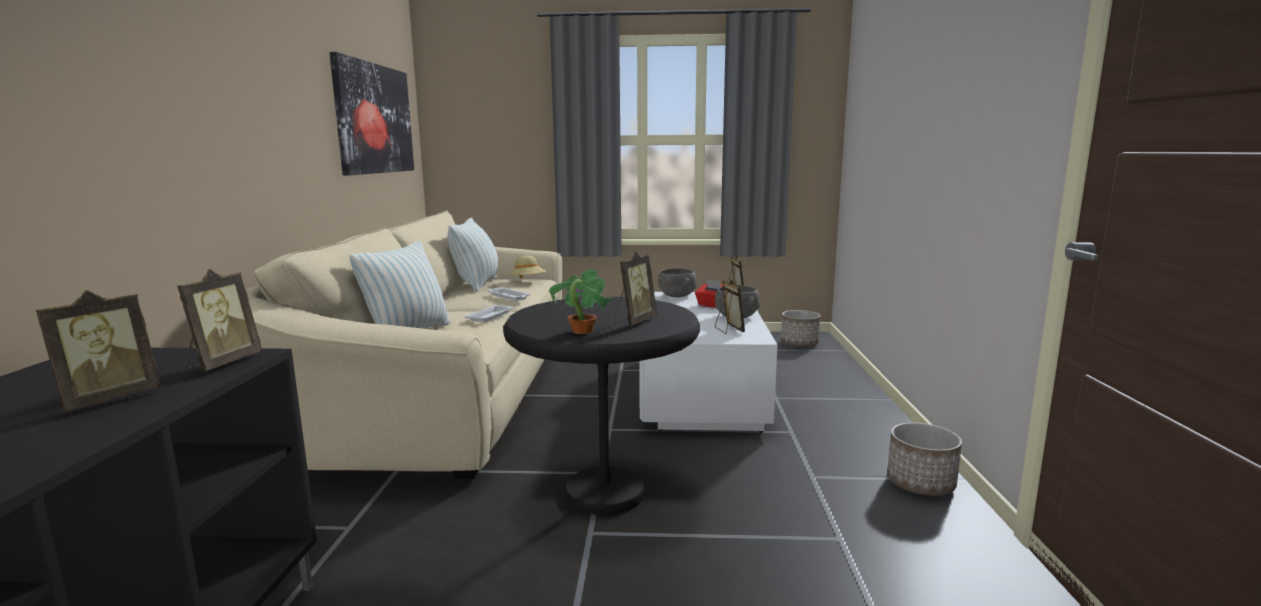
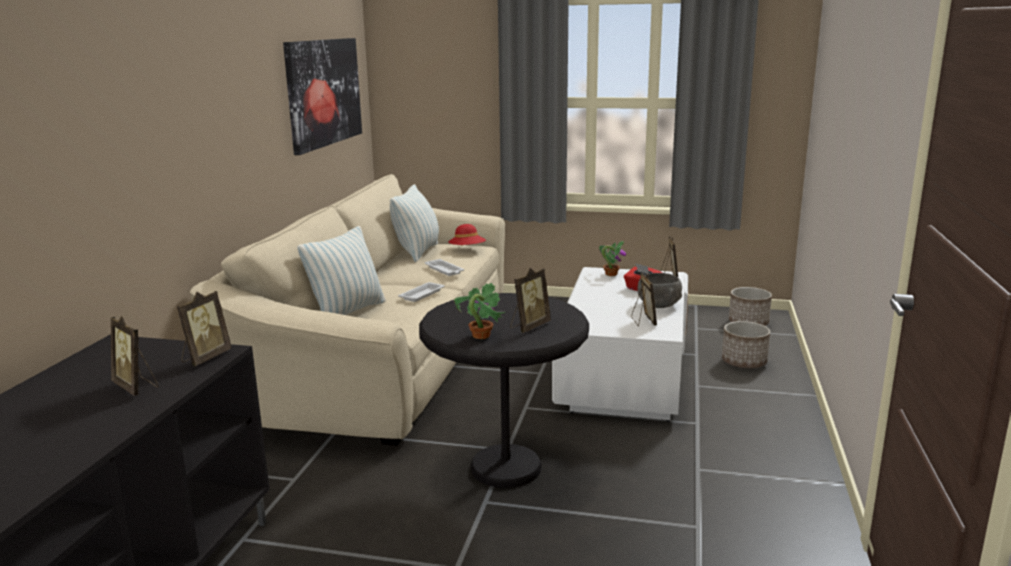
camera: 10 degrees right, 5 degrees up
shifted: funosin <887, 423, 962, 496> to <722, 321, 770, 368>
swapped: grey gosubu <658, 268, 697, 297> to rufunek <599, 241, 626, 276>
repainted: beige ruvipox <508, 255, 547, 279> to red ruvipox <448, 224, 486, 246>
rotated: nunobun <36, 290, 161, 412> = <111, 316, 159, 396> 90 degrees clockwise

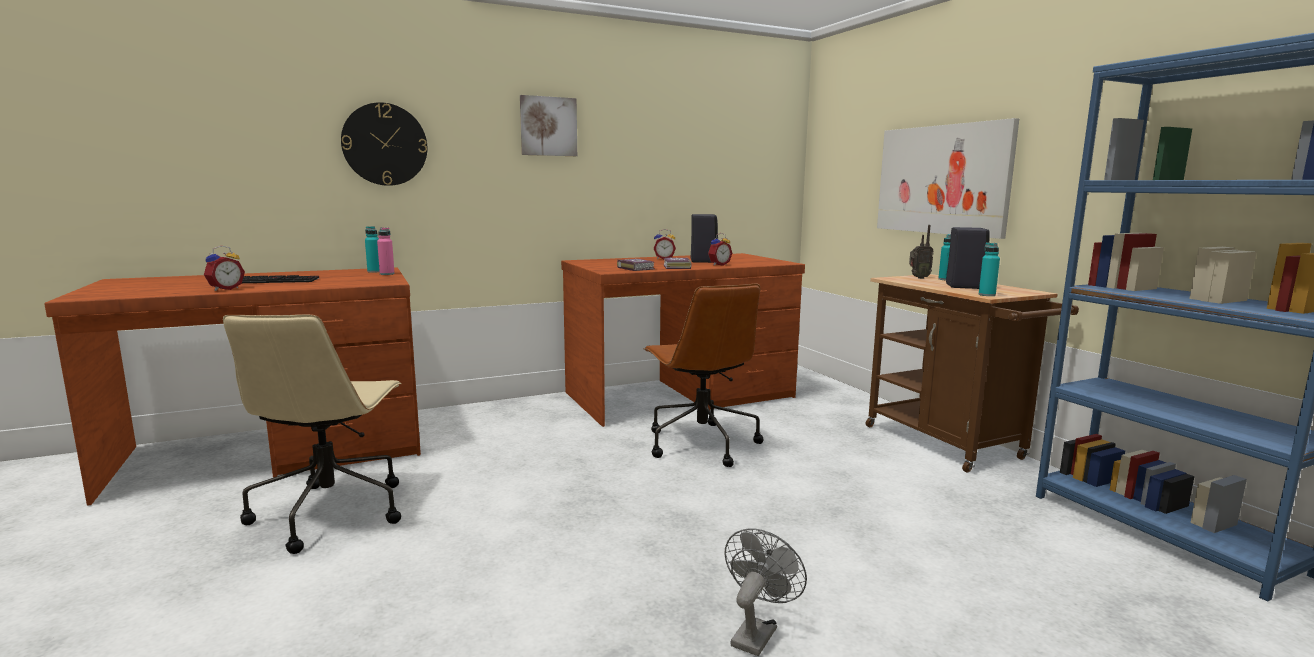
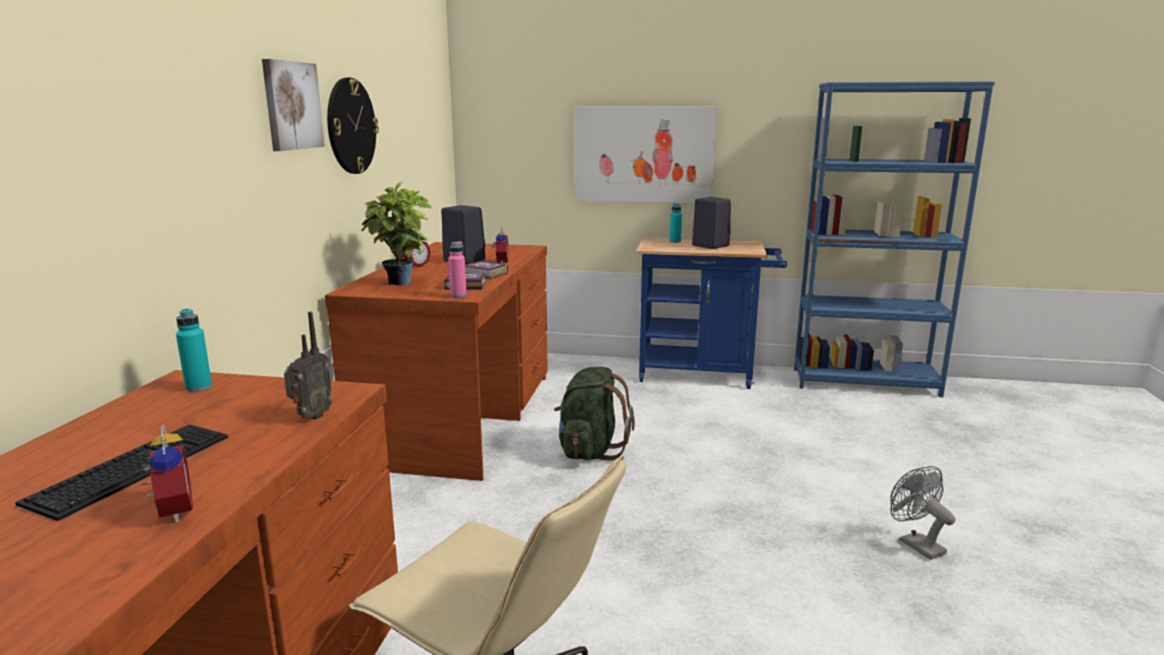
camera: 55 degrees left, 5 degrees up
gone: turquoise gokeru <979, 242, 1000, 296>
new: rufunek <362, 181, 432, 286>
shifted: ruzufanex <341, 102, 427, 186> to <327, 78, 379, 174>; pink gokeru <377, 227, 395, 275> to <448, 241, 467, 298>; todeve <909, 225, 934, 279> to <284, 312, 333, 419>
swapped: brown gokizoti <643, 284, 763, 467> to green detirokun <554, 367, 635, 461>
repainted: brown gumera <866, 274, 1079, 473> to blue gumera <636, 238, 787, 389>

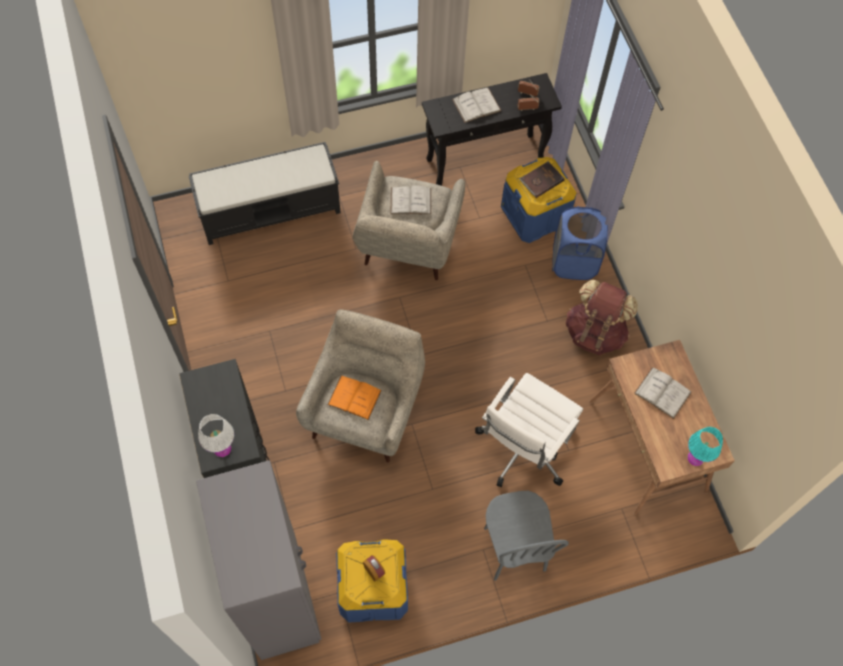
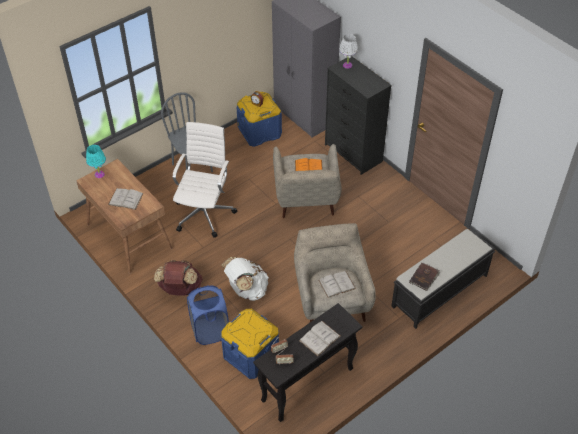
camera: 160 degrees right, 15 degrees down
new: white detirokun <221, 257, 269, 301>
shifted: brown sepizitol <519, 161, 565, 198> to <409, 263, 441, 291>

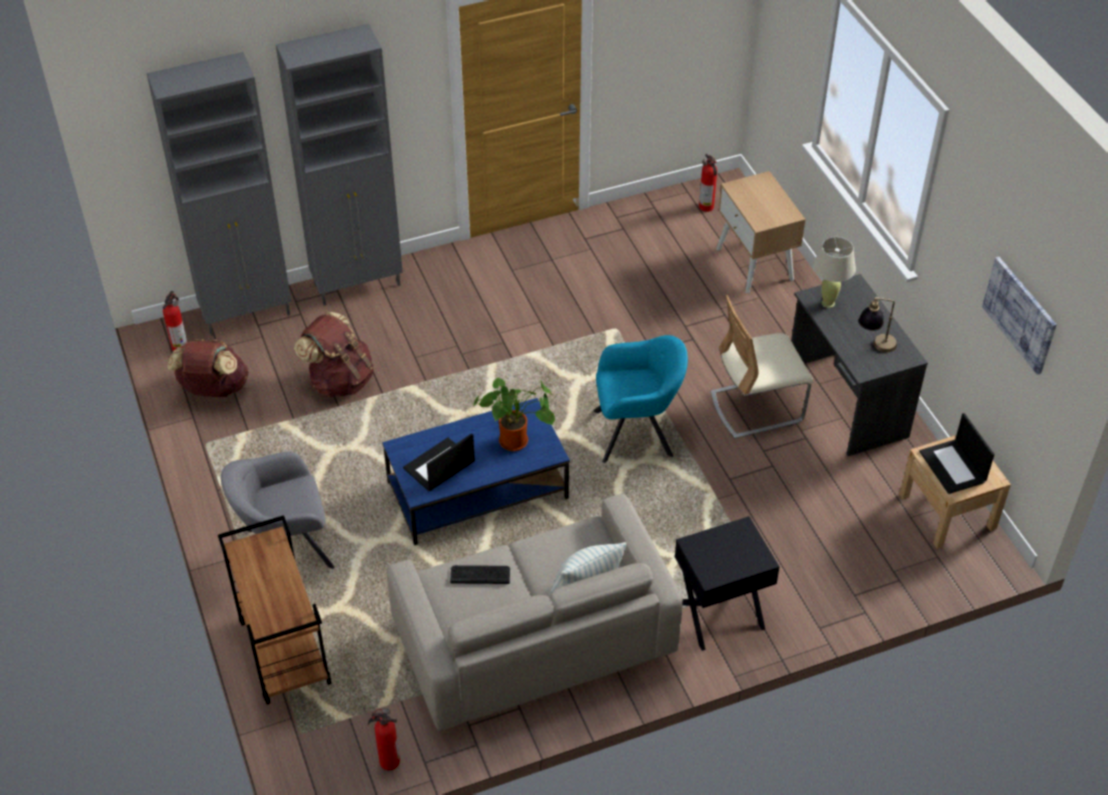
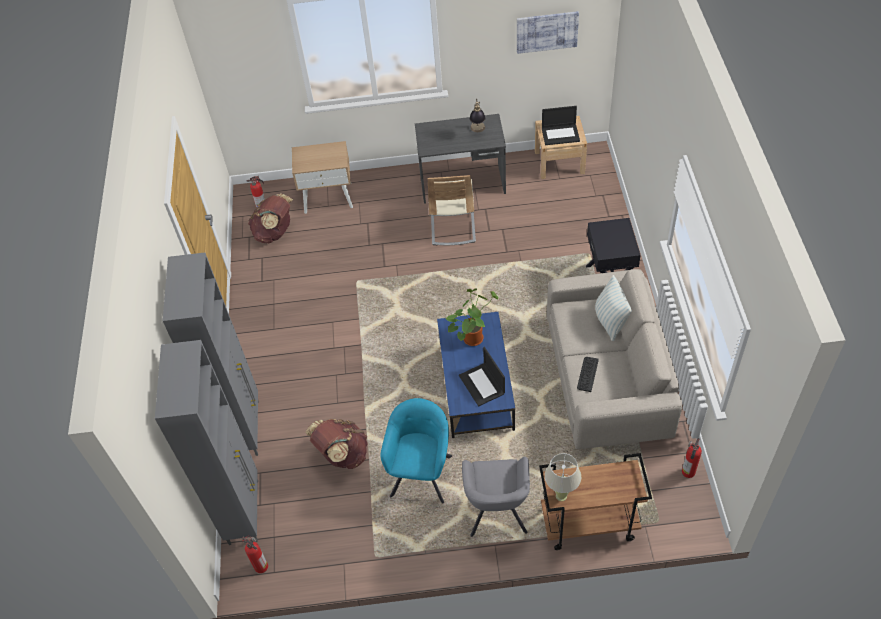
camera: 70 degrees left, 5 degrees up
shifted: brown detirokun <168, 339, 248, 397> to <248, 193, 293, 243>; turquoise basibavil <593, 335, 688, 463> to <380, 398, 452, 503>; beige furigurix <813, 237, 856, 308> to <545, 453, 581, 501>

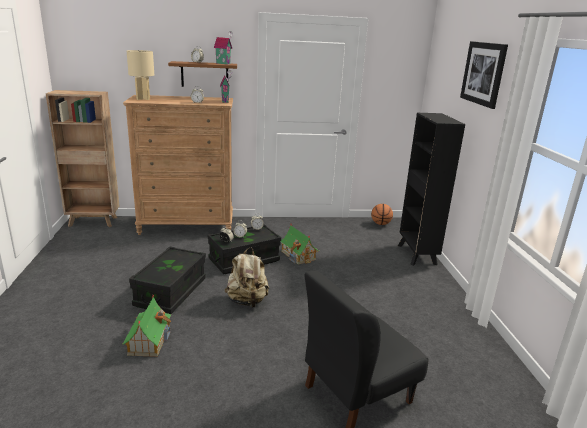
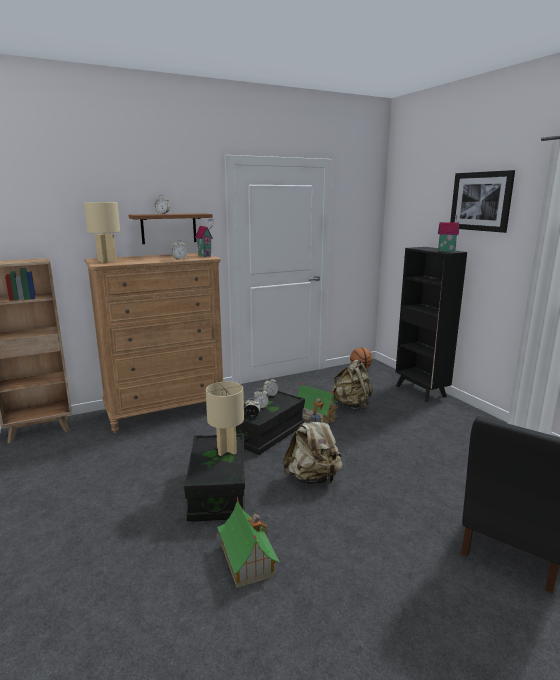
camera: 20 degrees left, 5 degrees down
new: beige furigurix <206, 382, 244, 456>; beige detirokun <332, 360, 373, 410>
shifted: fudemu <214, 31, 233, 64> to <438, 215, 459, 252>

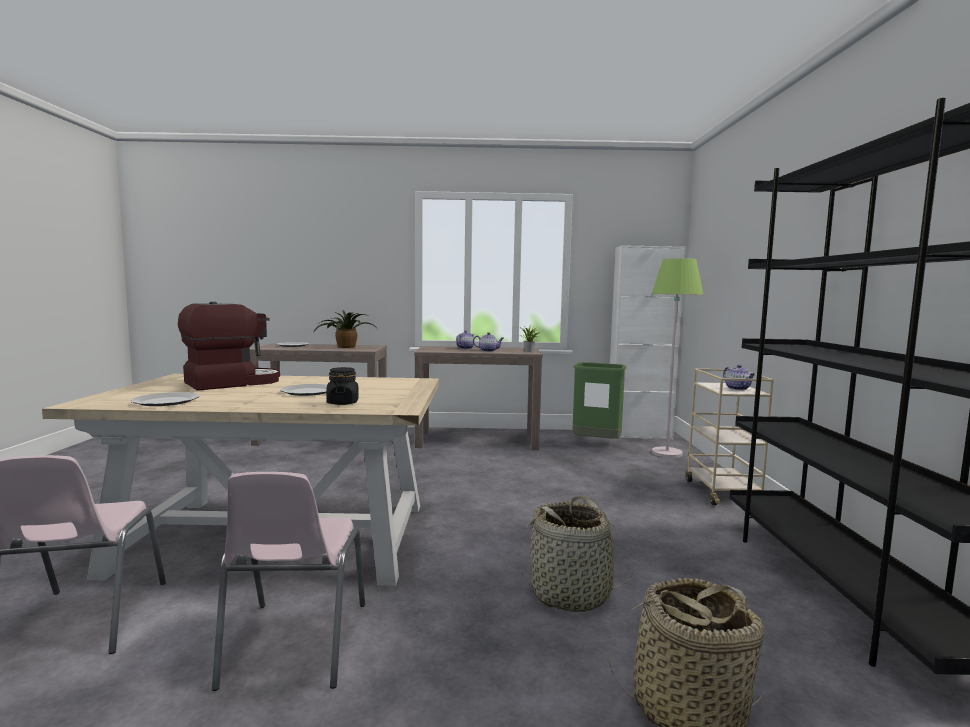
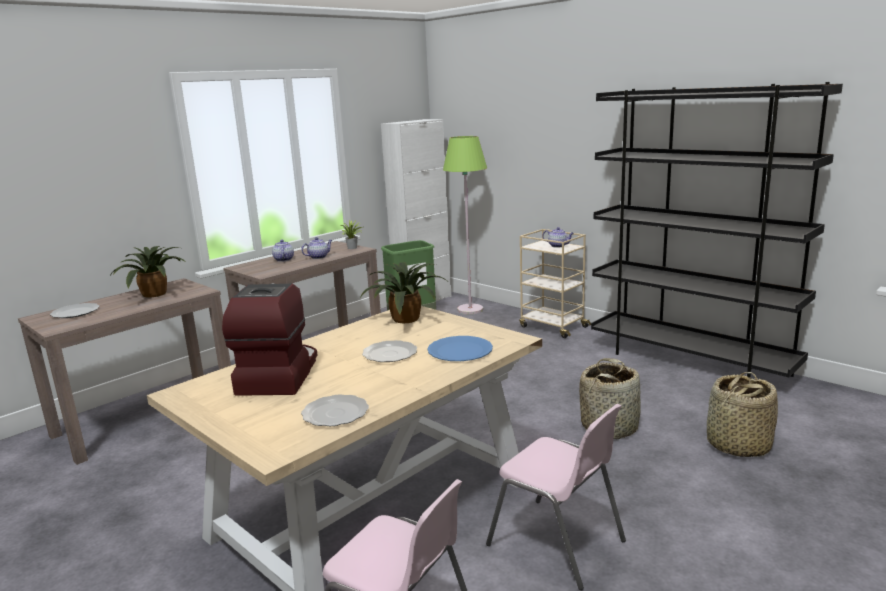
camera: 45 degrees left, 10 degrees up
new: rufunek <360, 262, 447, 323>
swapped: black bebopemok <326, 367, 359, 405> to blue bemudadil <427, 336, 493, 361>

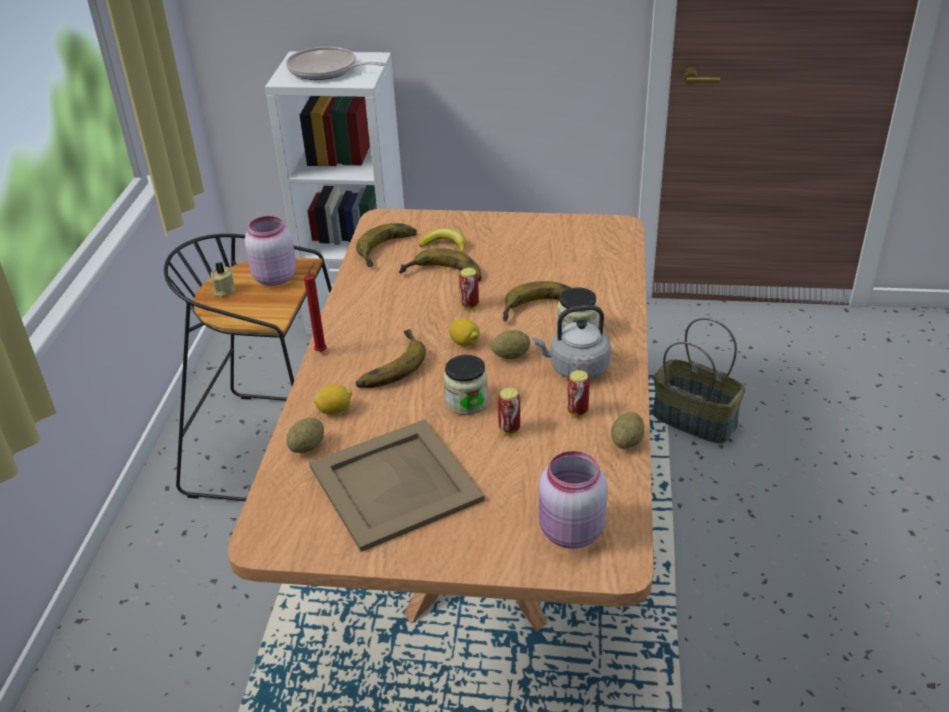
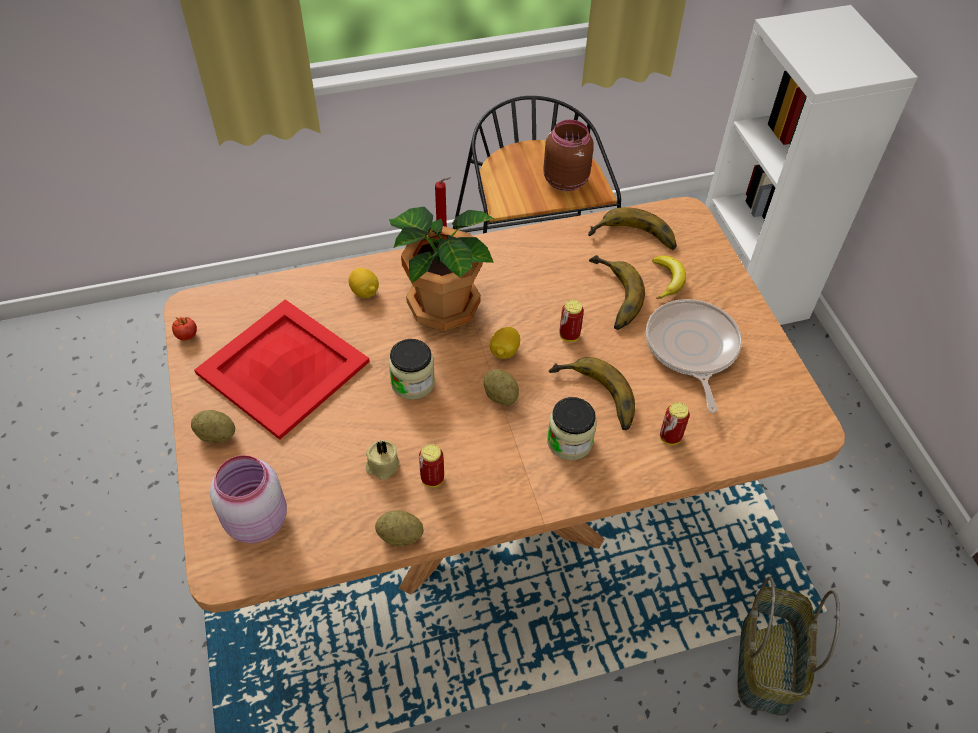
camera: 65 degrees right, 15 degrees up
gone: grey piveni <533, 305, 611, 379>
new: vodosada <172, 317, 197, 340>
shifted: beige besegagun <211, 262, 235, 297> to <366, 440, 400, 480>; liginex <286, 46, 386, 80> to <646, 299, 742, 413>; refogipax <287, 418, 324, 453> to <191, 410, 235, 443>; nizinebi <498, 387, 520, 435> to <660, 402, 690, 445>
swapped: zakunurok <356, 329, 426, 388> to rufunek <389, 207, 496, 332>
repainted: pink bebopemok <244, 216, 296, 286> to brown bebopemok <543, 119, 594, 191>; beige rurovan <309, 419, 485, 552> to red rurovan <194, 299, 370, 440>

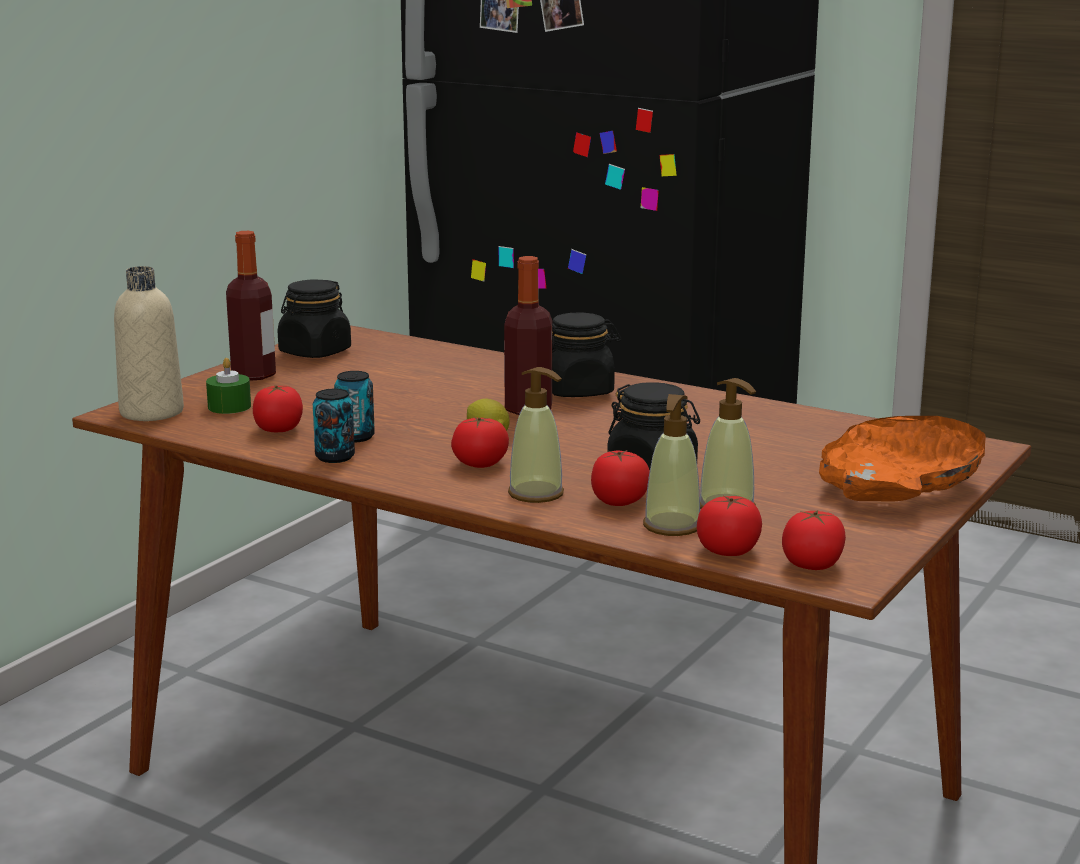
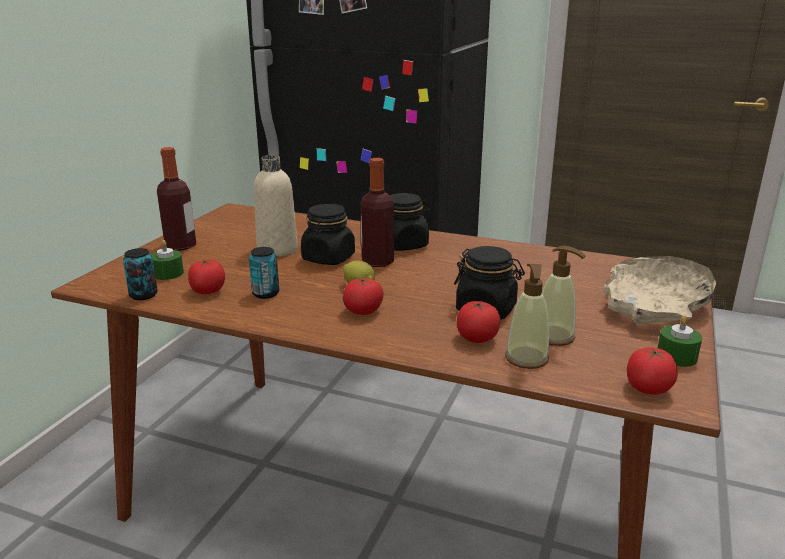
camera: 10 degrees left, 5 degrees up
gone: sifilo <508, 367, 564, 503>; vodosada <697, 496, 762, 556>
new: green besegagun <658, 315, 702, 367>
shifted: beige gokeru <114, 266, 184, 421> to <254, 155, 298, 257>; black bebopemok <278, 280, 351, 358> to <301, 204, 355, 265>; nizinebi <313, 389, 355, 463> to <123, 248, 158, 300>
repainted: orange gosubu <819, 416, 986, 502> to beige gosubu <603, 256, 716, 325>

